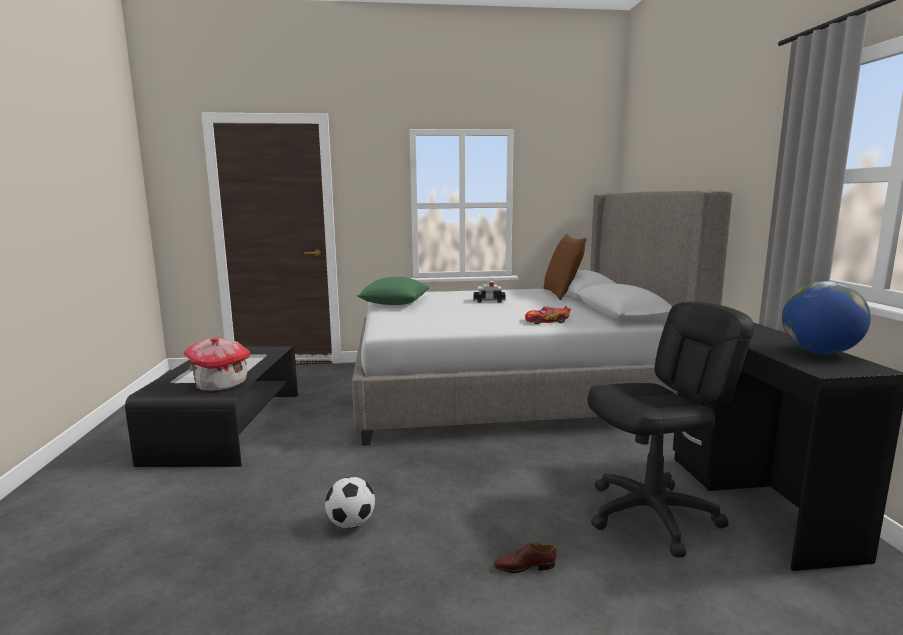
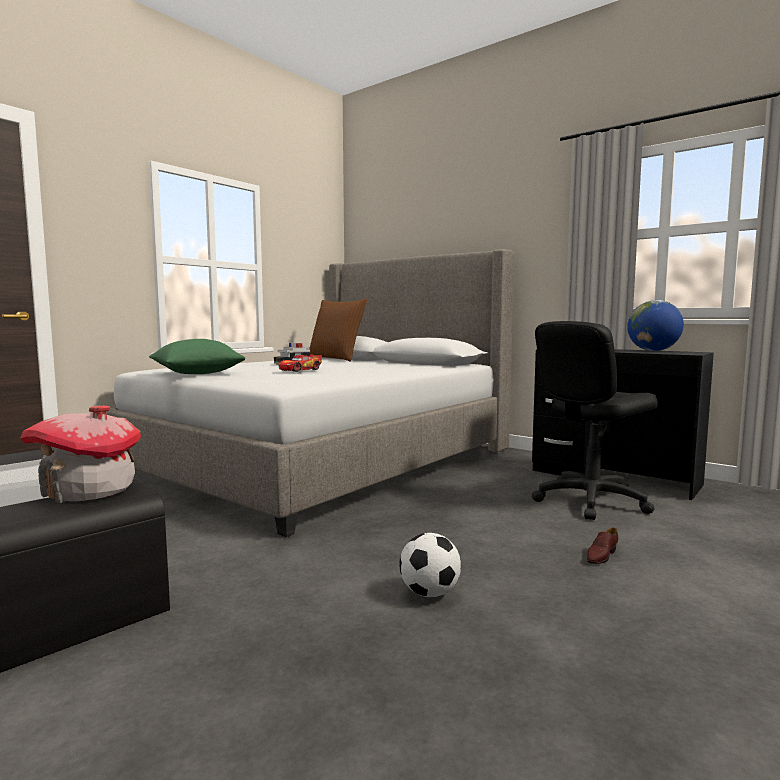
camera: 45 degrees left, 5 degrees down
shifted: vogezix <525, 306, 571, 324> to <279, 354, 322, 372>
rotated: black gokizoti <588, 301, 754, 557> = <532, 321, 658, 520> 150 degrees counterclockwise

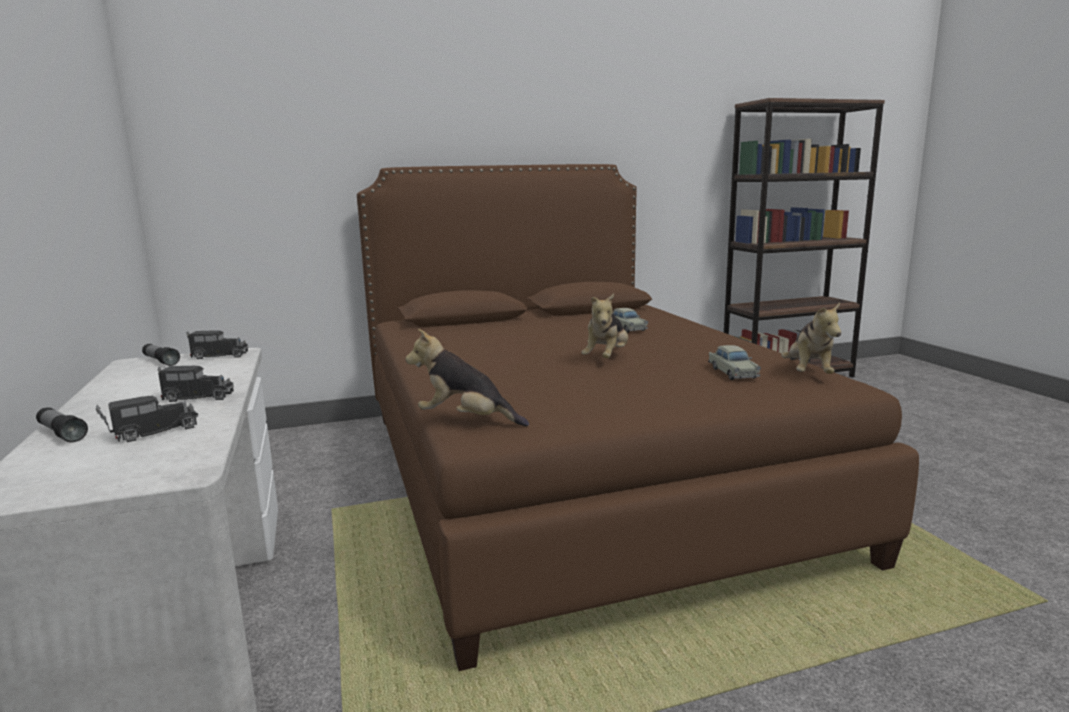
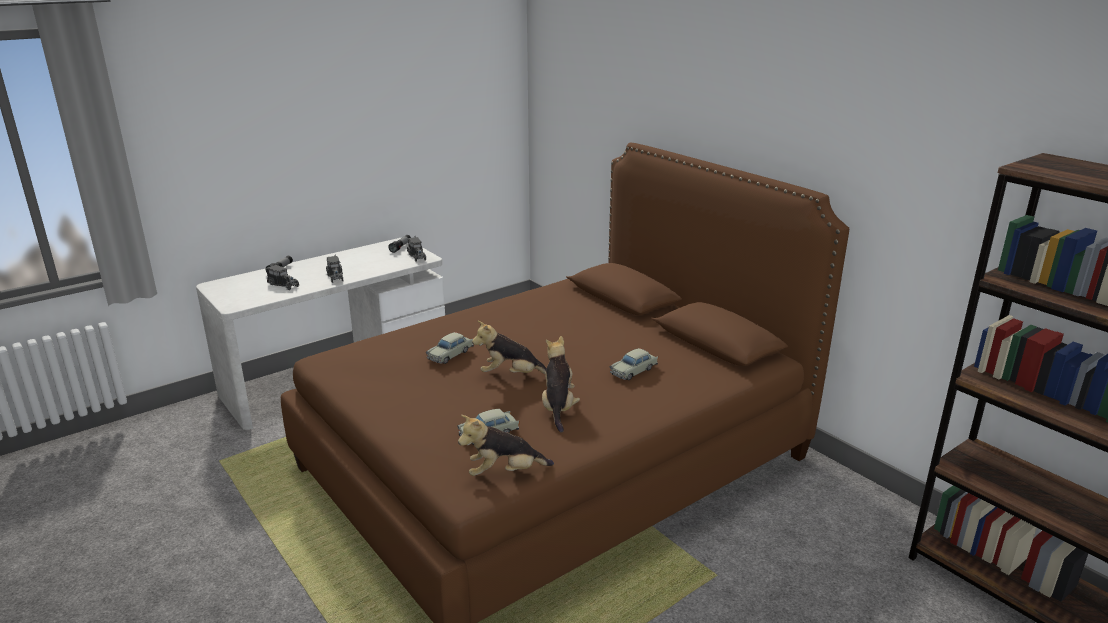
camera: 70 degrees right, 10 degrees up
new: beige vogezix <426, 332, 474, 364>
shifted: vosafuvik <405, 329, 529, 426> to <542, 336, 580, 433>

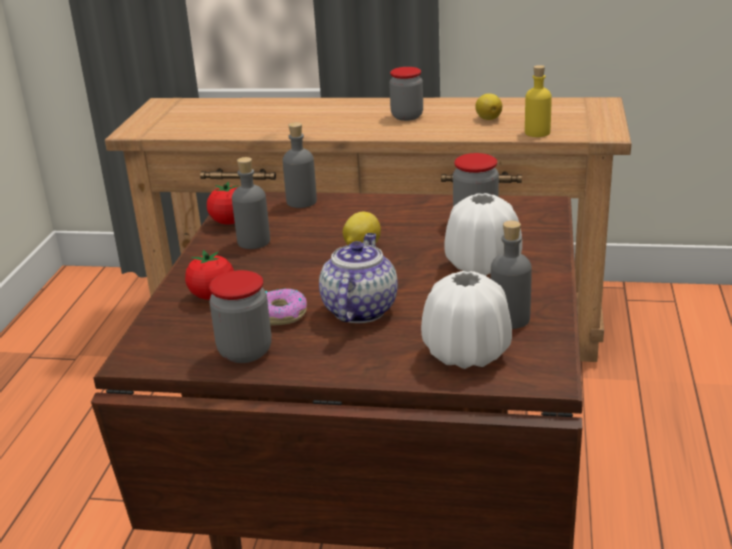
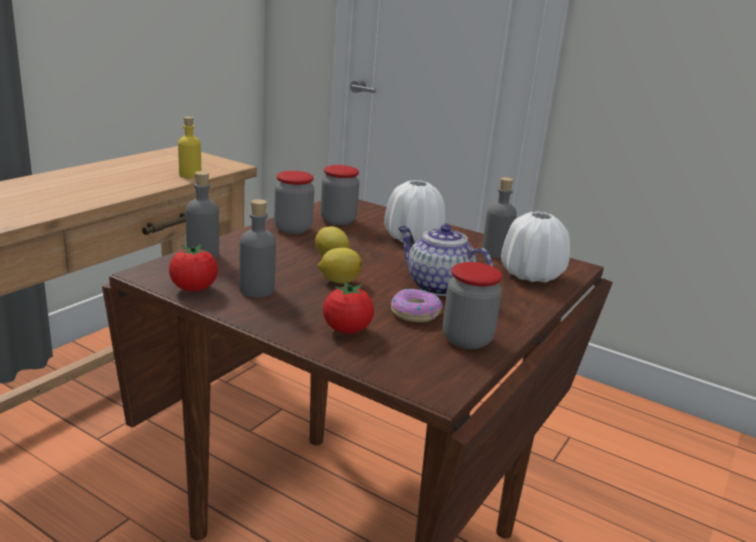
camera: 70 degrees left, 5 degrees down
shifted: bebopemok <389, 67, 423, 121> to <274, 171, 314, 234>; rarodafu <475, 93, 502, 120> to <317, 248, 362, 283>

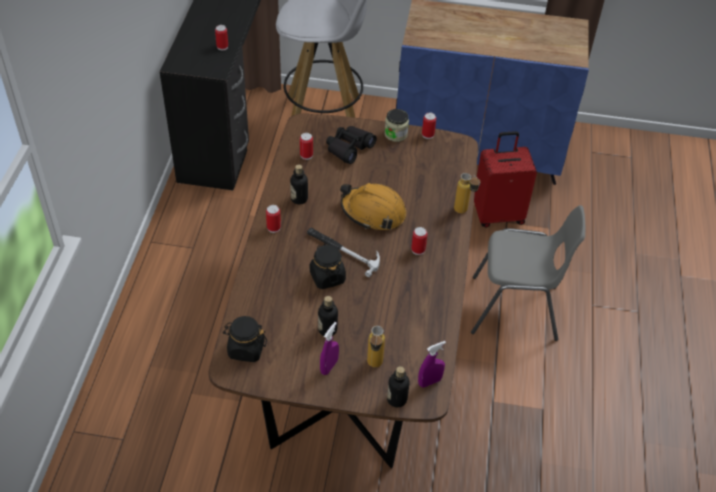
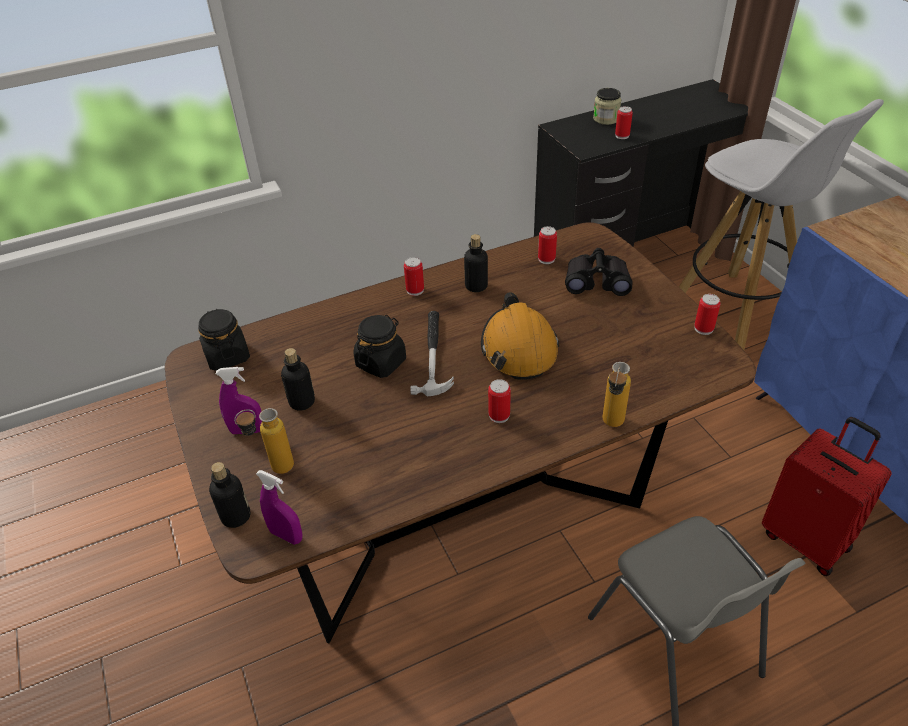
camera: 60 degrees right, 5 degrees down
shifted: bebopemok <384, 109, 409, 142> to <593, 88, 621, 125>

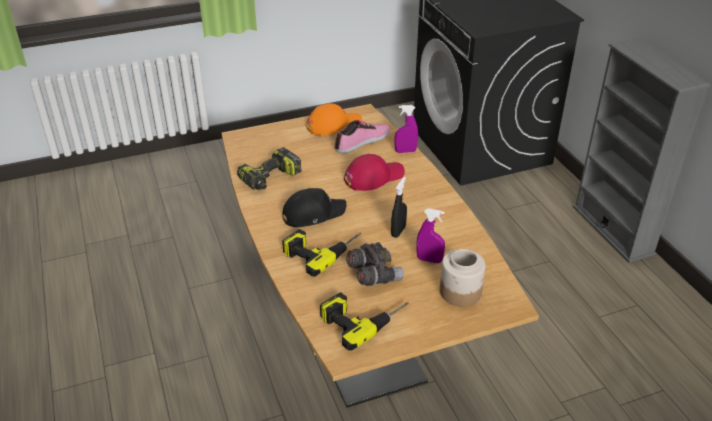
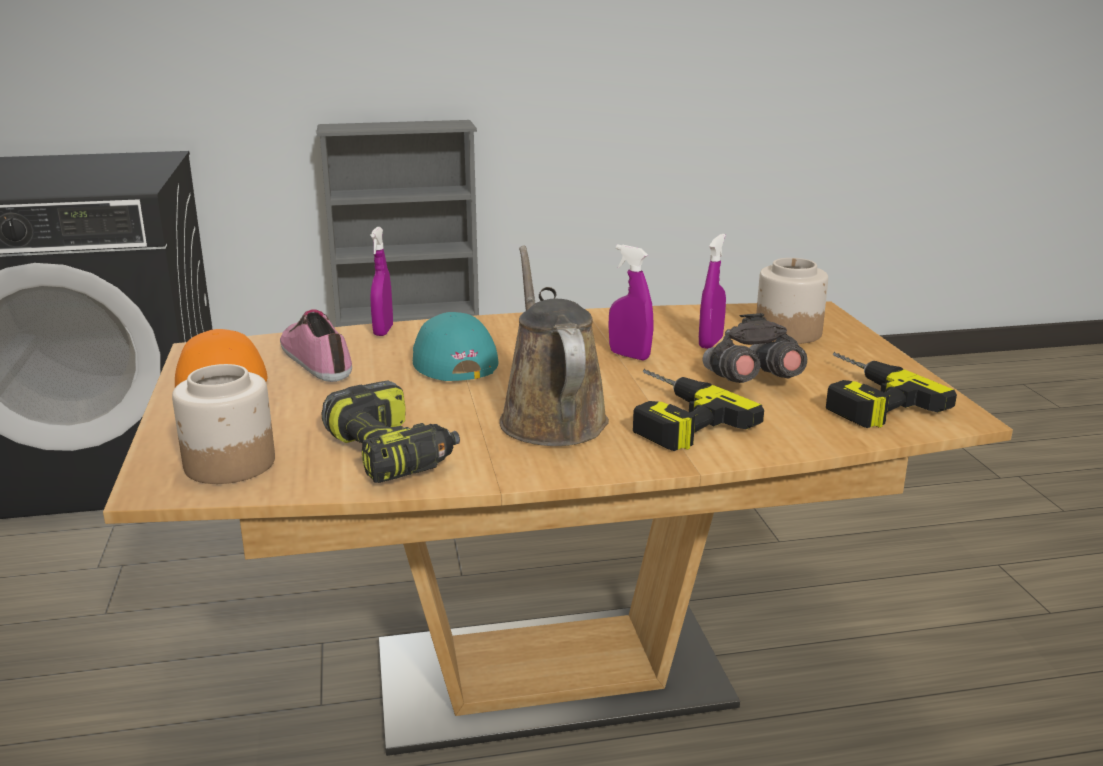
camera: 80 degrees left, 15 degrees down
new: bebopemok <172, 364, 275, 484>
swapped: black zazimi <282, 188, 346, 227> to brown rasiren <499, 245, 609, 446>
repainted: red zazimi <344, 154, 405, 191> to turquoise zazimi <413, 312, 499, 381>; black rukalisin <391, 177, 407, 238> to purple rukalisin <609, 244, 653, 360>

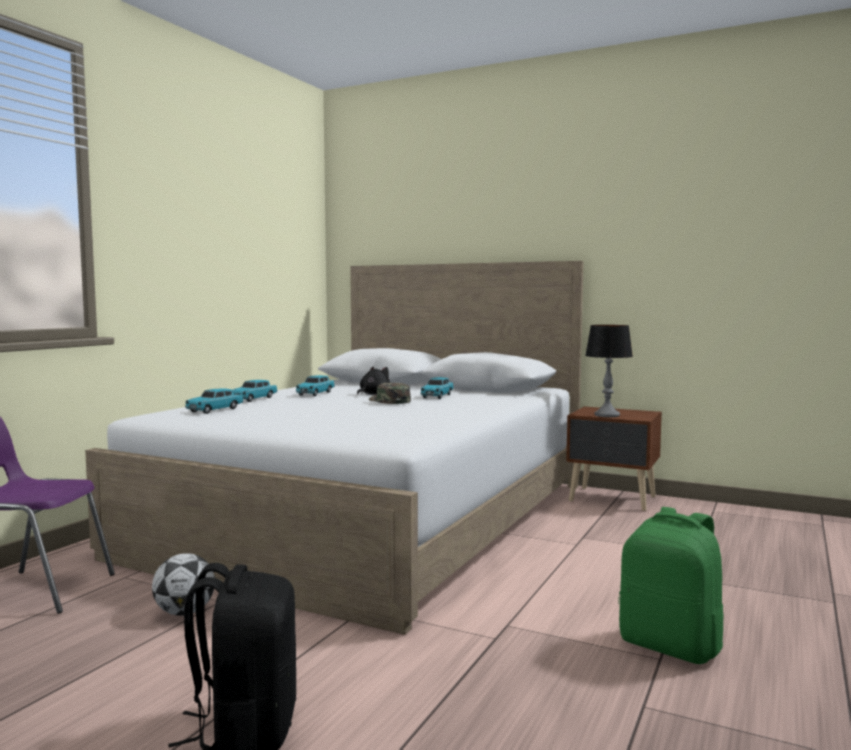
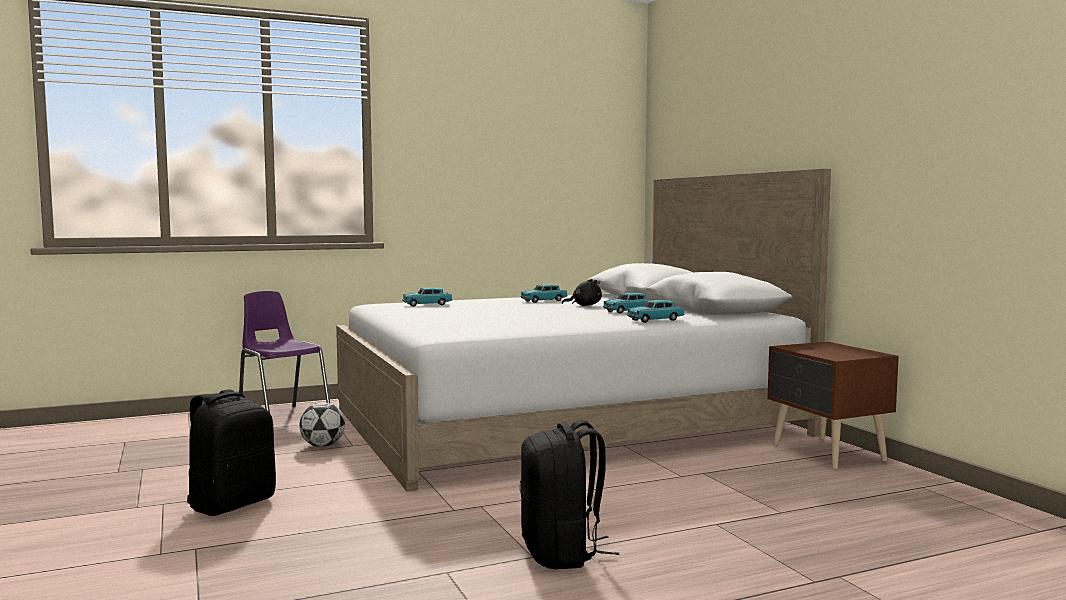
camera: 40 degrees right, 0 degrees up
gone: green zazimi <369, 383, 411, 404>; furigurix <585, 325, 633, 417>
shifted: turquoise vogezix <233, 380, 278, 402> to <627, 300, 685, 323>
repainted: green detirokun <618, 507, 723, 664> to black detirokun <520, 420, 619, 569>

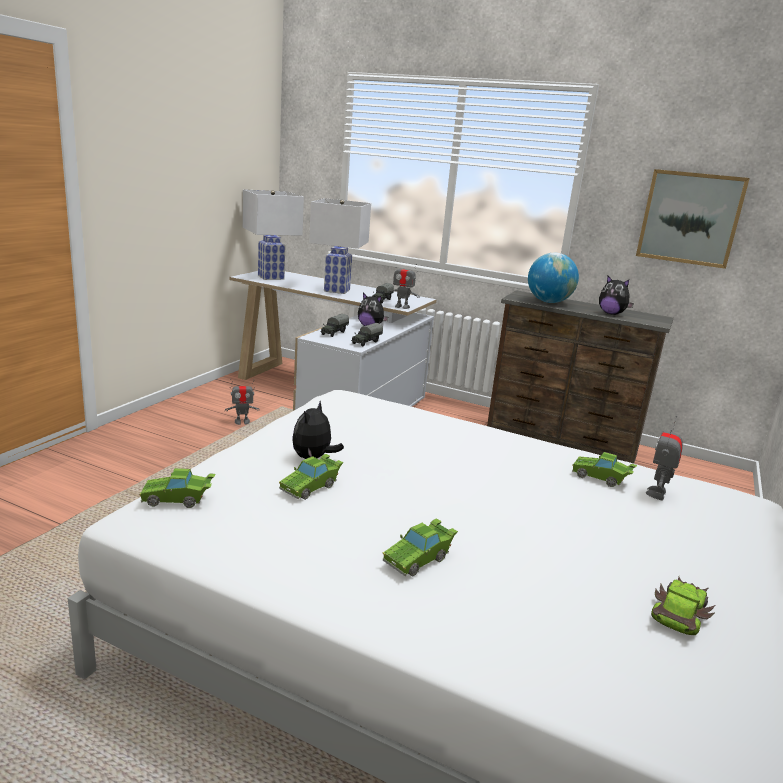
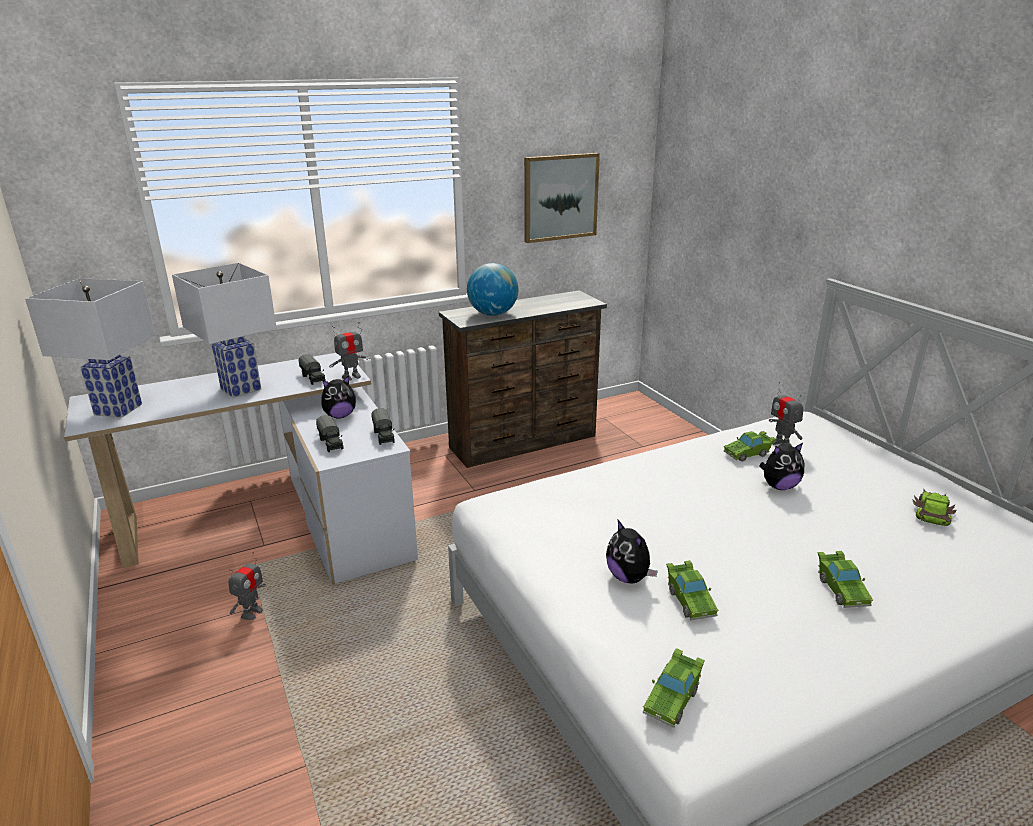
camera: 50 degrees left, 5 degrees up
shifted: vosafuvik <599, 276, 634, 315> to <759, 443, 804, 490>
rotated: vogezix <651, 577, 715, 635> = <912, 490, 957, 526> 45 degrees clockwise

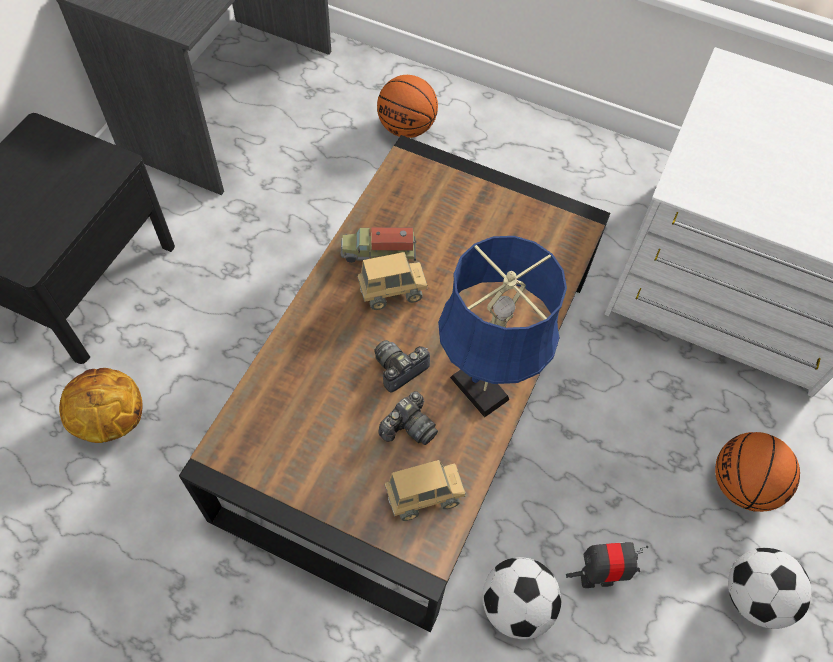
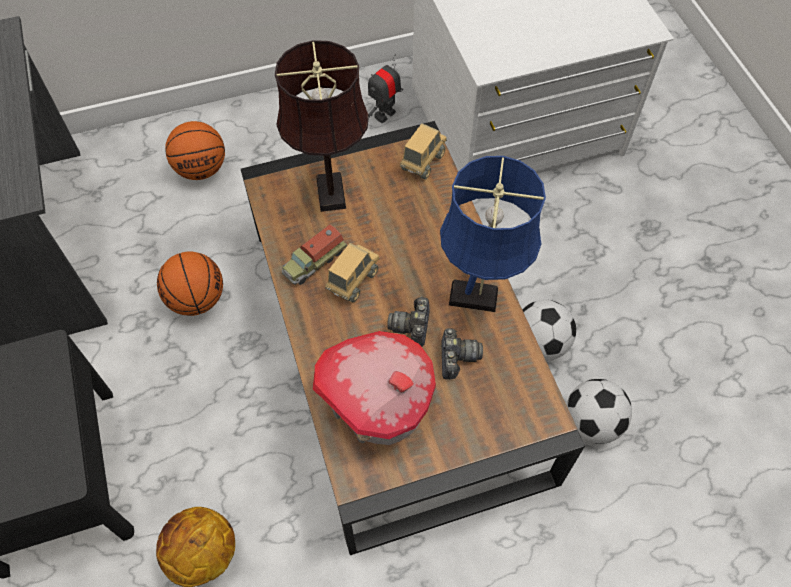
camera: 40 degrees left, 0 degrees up
new: brown furigurix <275, 40, 369, 212>; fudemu <312, 331, 436, 445>
shifted: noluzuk <385, 460, 466, 521> to <400, 123, 447, 179>; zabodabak <566, 542, 648, 588> to <368, 54, 403, 123>; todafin <715, 432, 800, 512> to <157, 251, 223, 316>; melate <728, 548, 812, 629> to <522, 300, 576, 361>

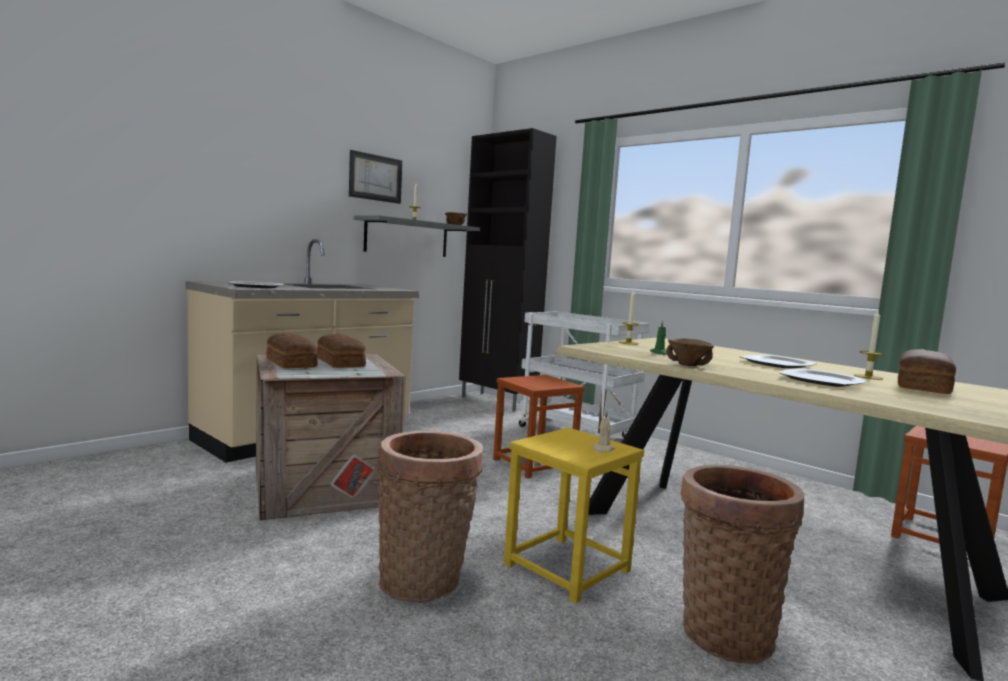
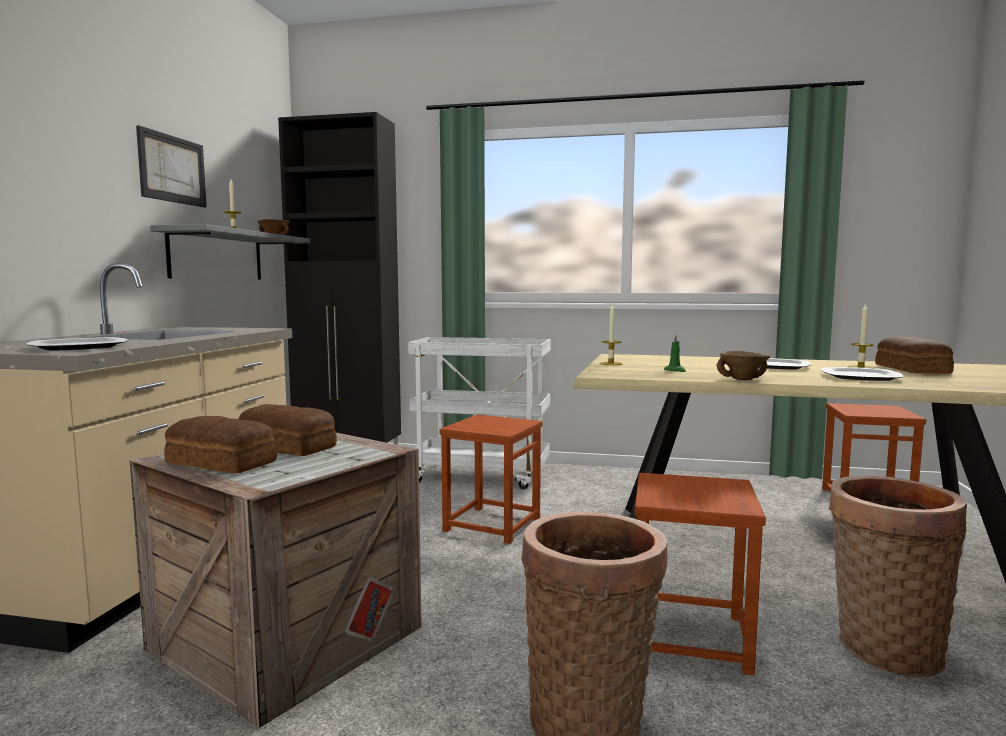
camera: 30 degrees left, 0 degrees up
gone: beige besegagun <593, 410, 615, 453>
repainted: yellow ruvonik <504, 428, 644, 603> to brown ruvonik <635, 473, 766, 675>

